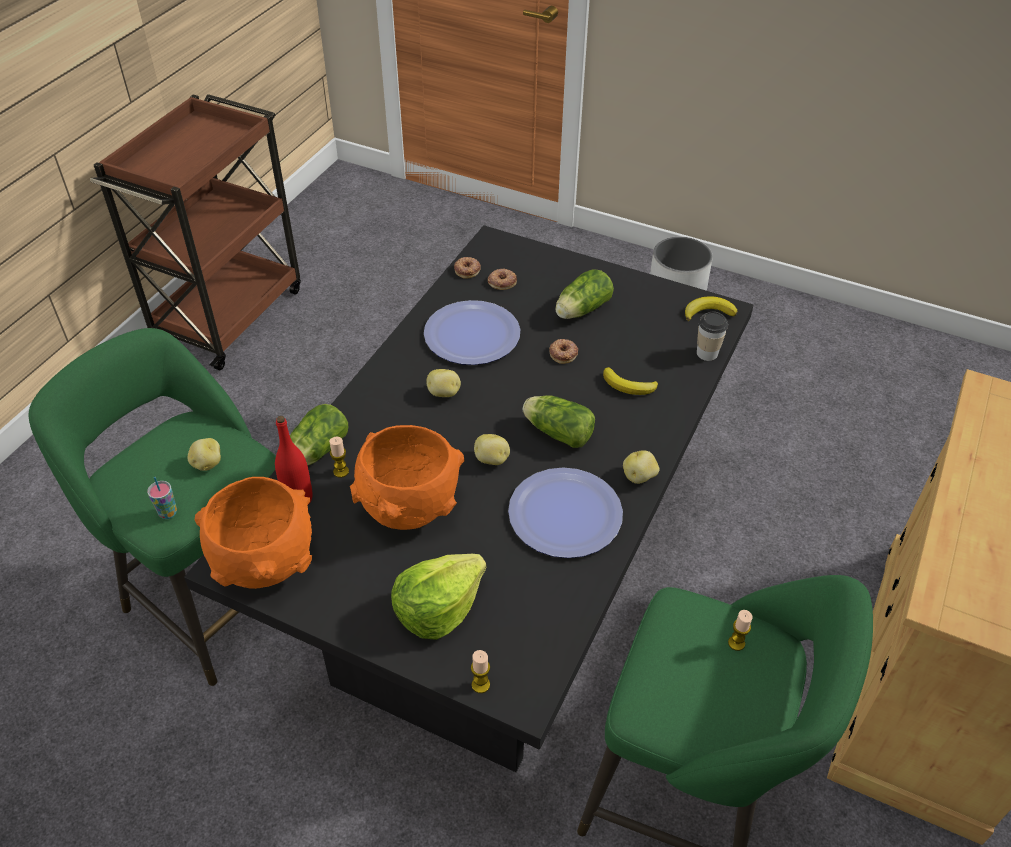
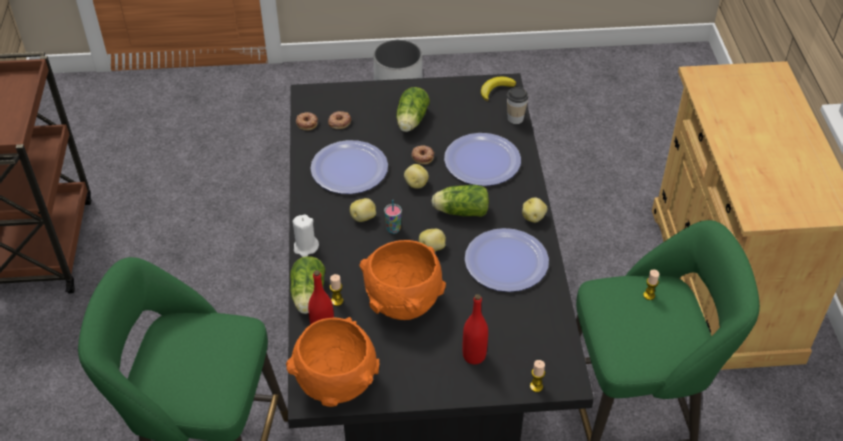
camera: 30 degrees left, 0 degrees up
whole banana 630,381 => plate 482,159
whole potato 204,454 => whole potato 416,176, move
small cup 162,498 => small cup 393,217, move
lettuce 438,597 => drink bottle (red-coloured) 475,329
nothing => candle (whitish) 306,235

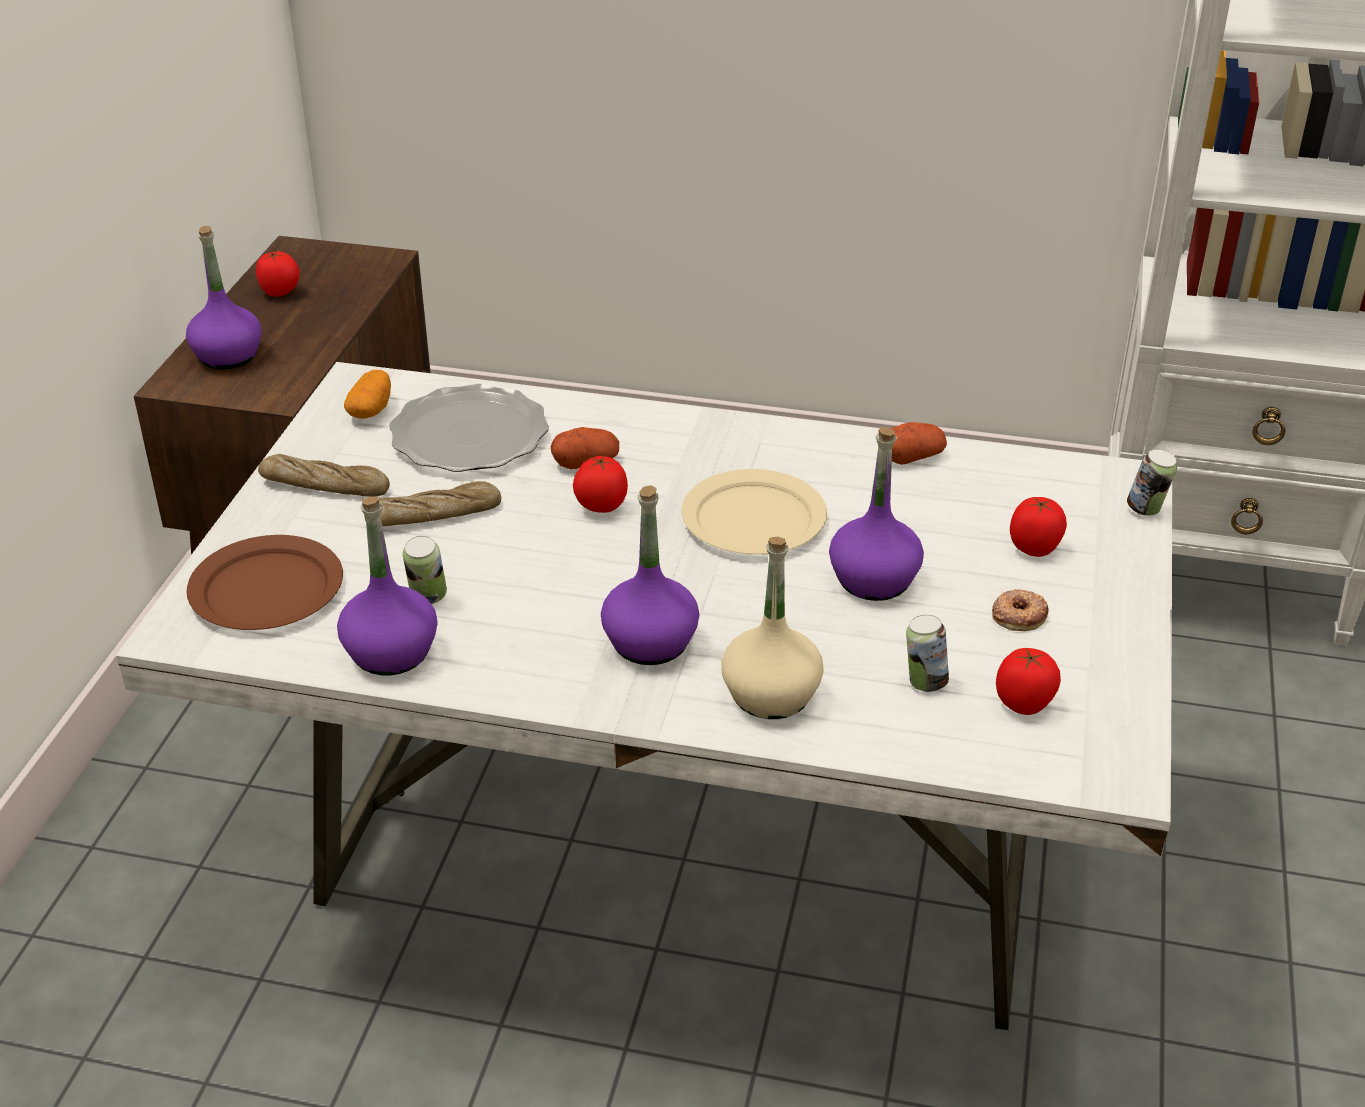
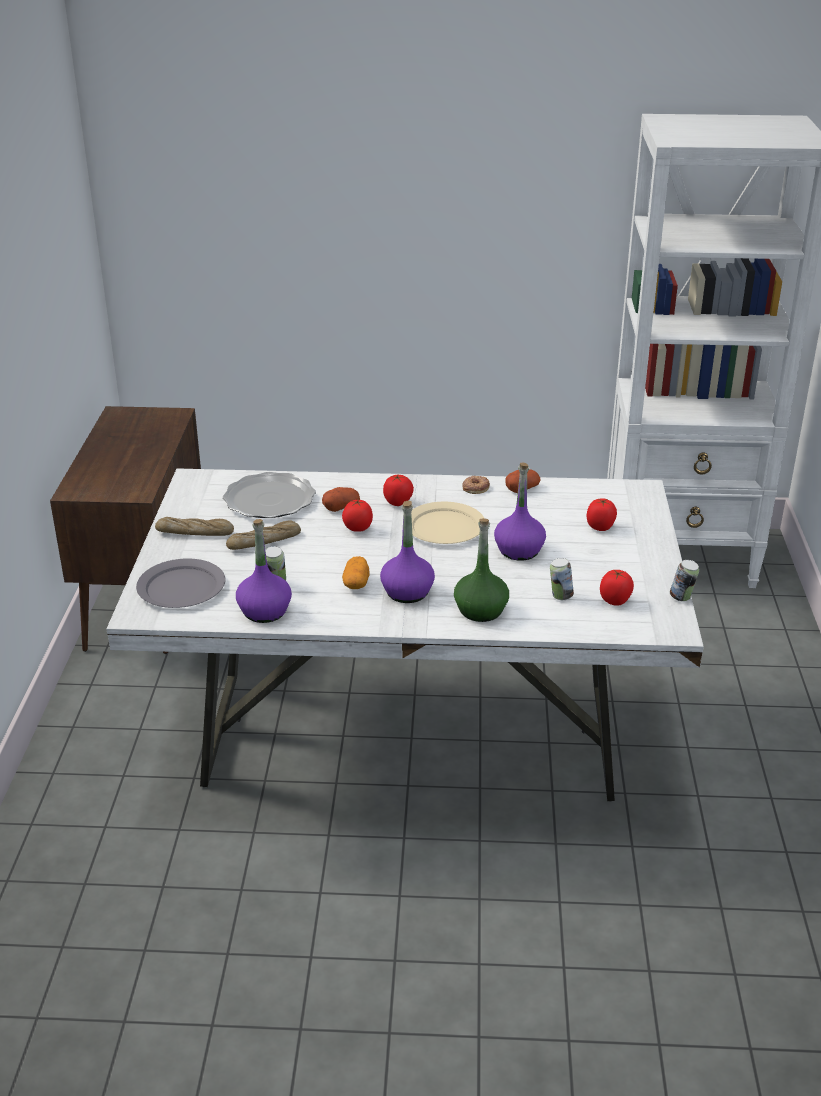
camera: 10 degrees left, 5 degrees down
drink bottle (purple) 223,298 => nothing
whole tomato 278,274 => whole tomato 398,490, move
whole potato 367,394 => whole potato 356,572, move
metal can 1152,482 => metal can 684,580, move
plate (brownish) 265,582 => plate (greyish) 180,583
drink bottle (sand-coloured) 772,628 => drink bottle (green) 481,570
donut 1020,610 => donut 476,484, move

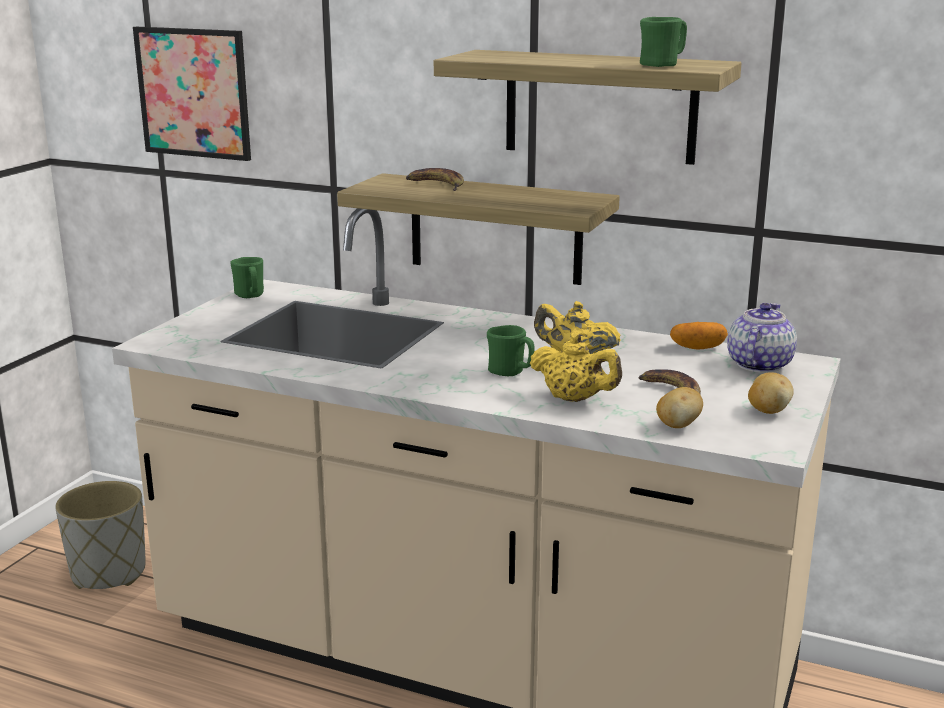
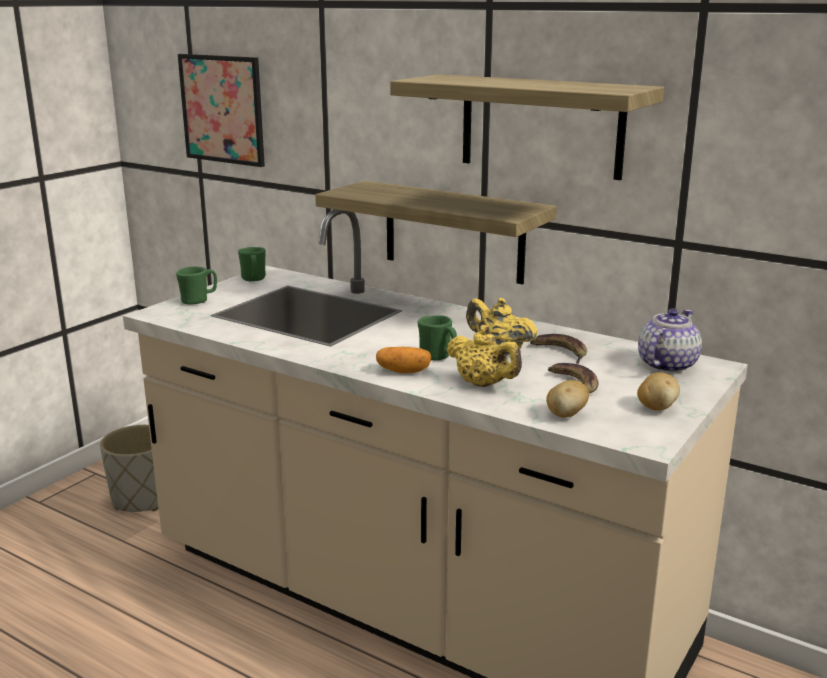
camera: 10 degrees right, 0 degrees up
mug (green) 663,42 => mug (green) 196,285, move
whole banana 435,179 => whole banana 558,349, move
whole potato 699,336 => whole potato 403,360, move

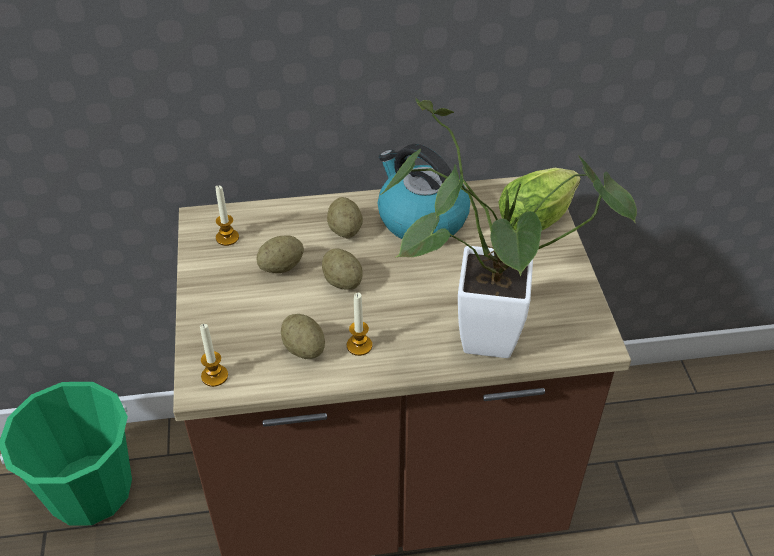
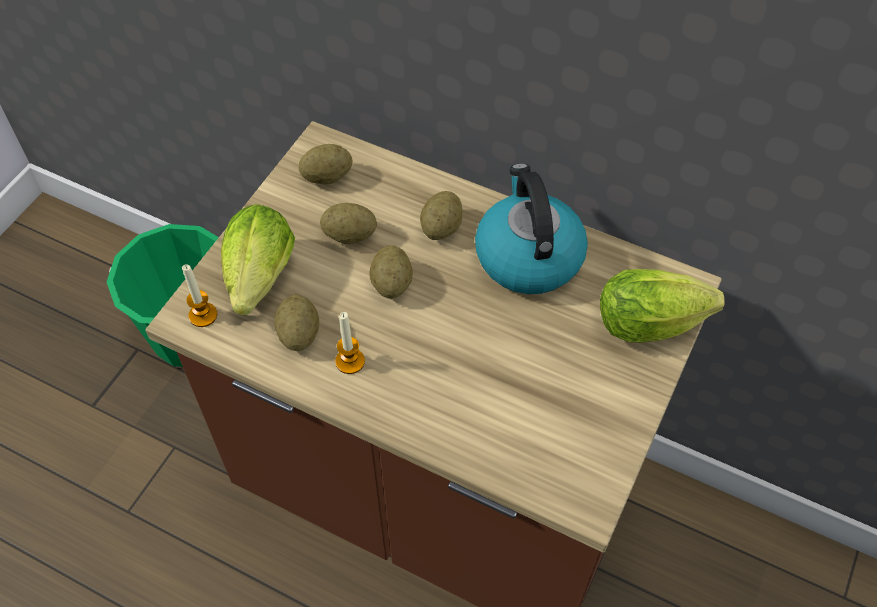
camera: 35 degrees right, 10 degrees up
plant in a pot 508,228 => nothing
candle 227,215 => whole potato 325,164
nothing => lettuce 258,259

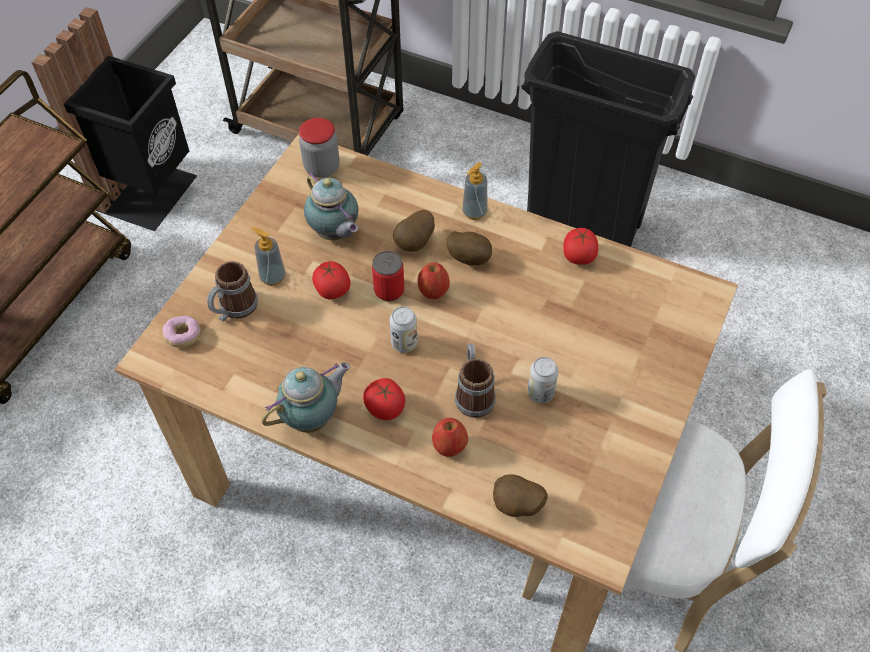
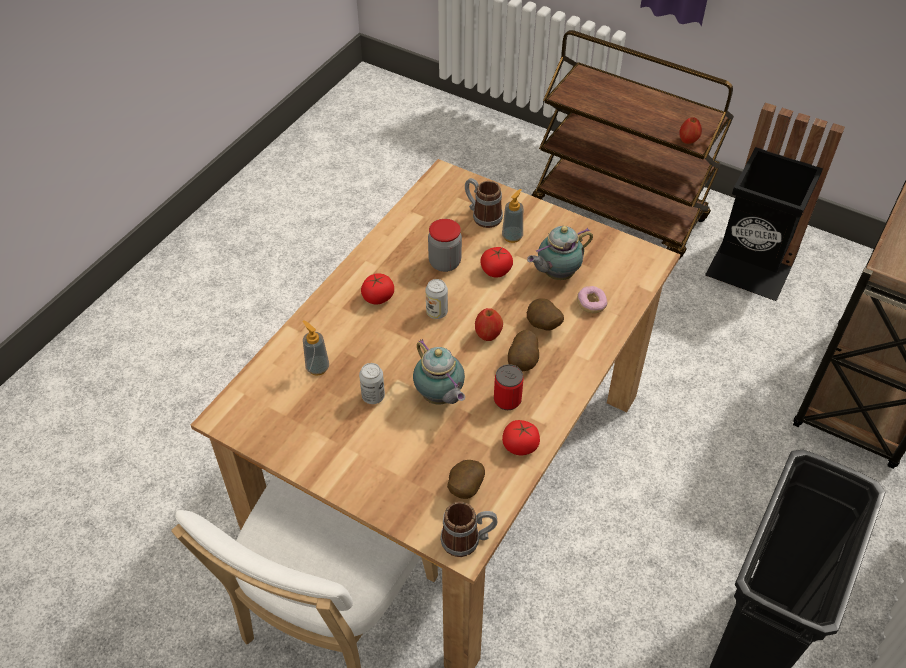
camera: 95 degrees right, 5 degrees down
preserve jar 319,148 => preserve jar 445,245, move
liquid soap bottle 475,191 => liquid soap bottle 315,348, move
metal can 388,276 => metal can 509,387, move
donut 181,332 => donut 592,300, move
mug 475,380 => mug 468,529, move
tea pot 306,397 => tea pot 439,372, move
whole apple 450,437 => whole apple 691,130, move
whole potato 520,495 => whole potato 466,479, move

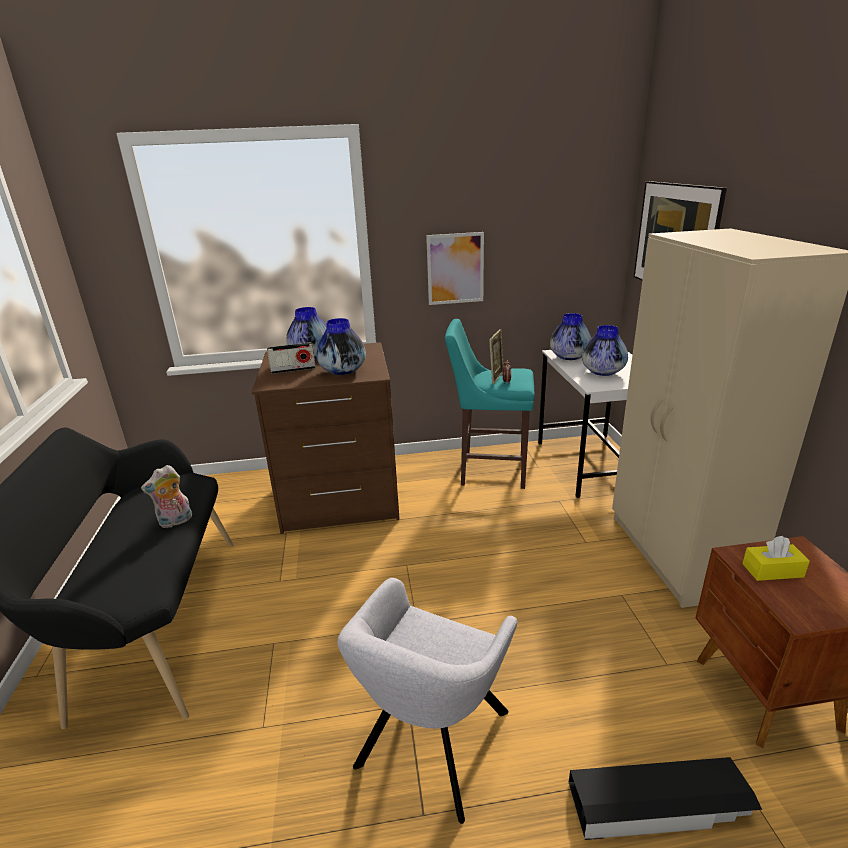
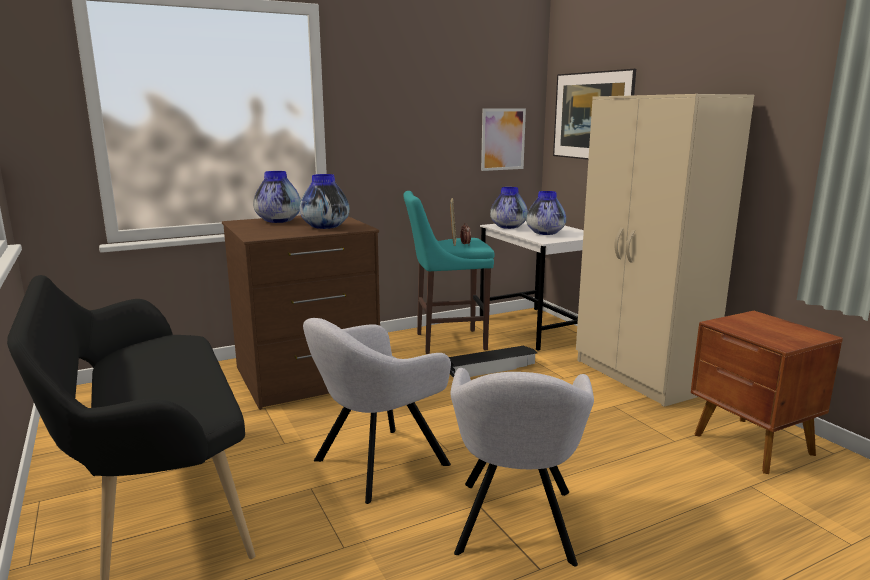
camera: 20 degrees left, 10 degrees down
picture 455,268 => picture 503,139, move
radio 291,358 => nothing
soft toy 166,496 => nothing
tissue box (yellow-coloured) 776,558 => nothing
storage bin (black) 665,798 => storage bin (black) 493,362, move
nothing => lounge chair (greyish) 377,411

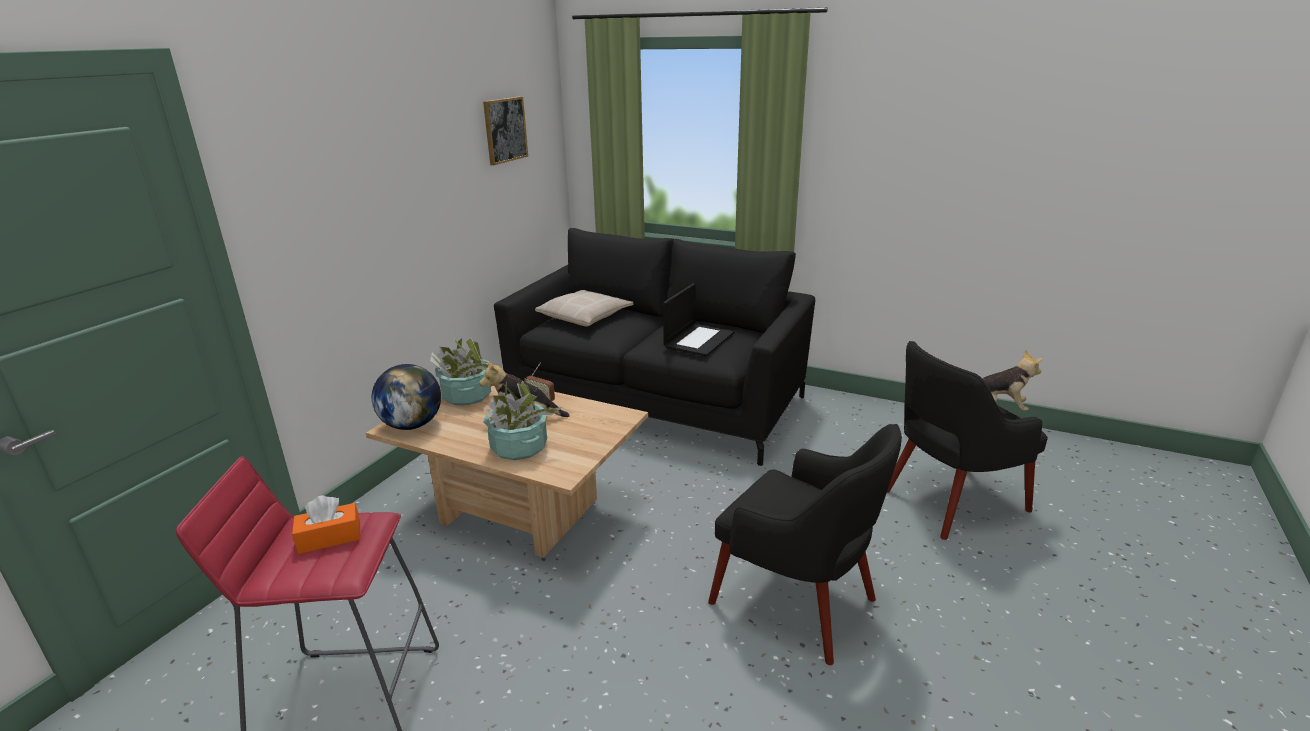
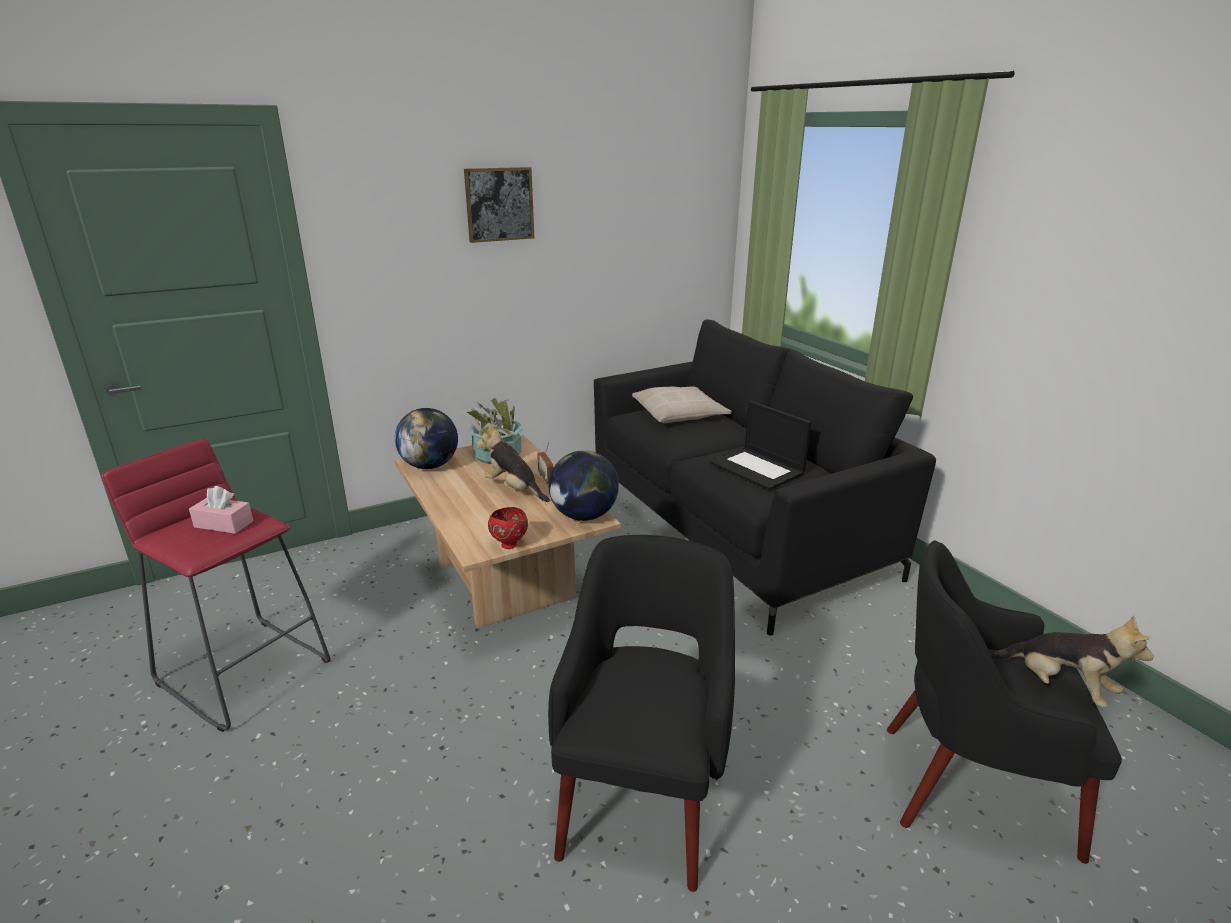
camera: 35 degrees right, 0 degrees up
picture 505,130 => picture 499,205, move
portable computer 698,320 => portable computer 760,445, 75 degrees clockwise
plant in a pot 521,420 => nothing
lounge chair (black) 805,544 => lounge chair (black) 641,713, 150 degrees counterclockwise
tissue box (orange) 326,525 => tissue box (pinkish) 221,510
nothing => globe 584,485
nothing => serving bowl (red-coloured) 508,528

